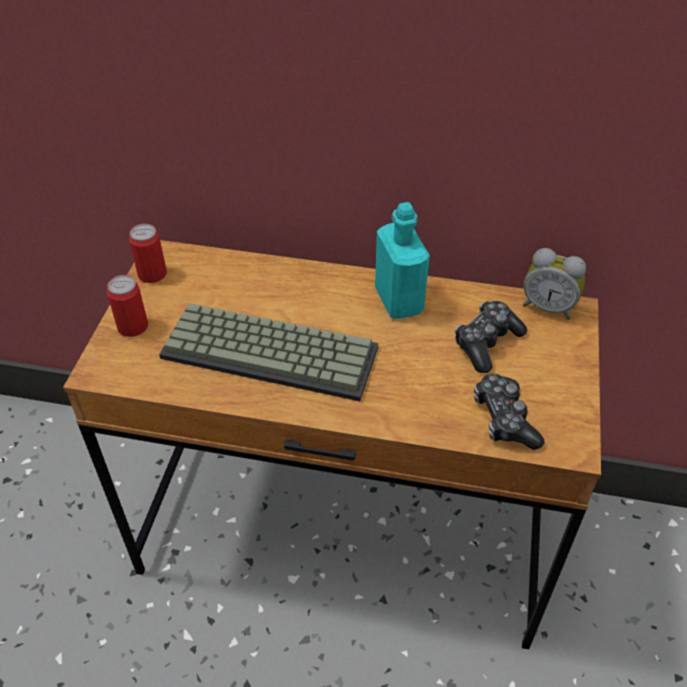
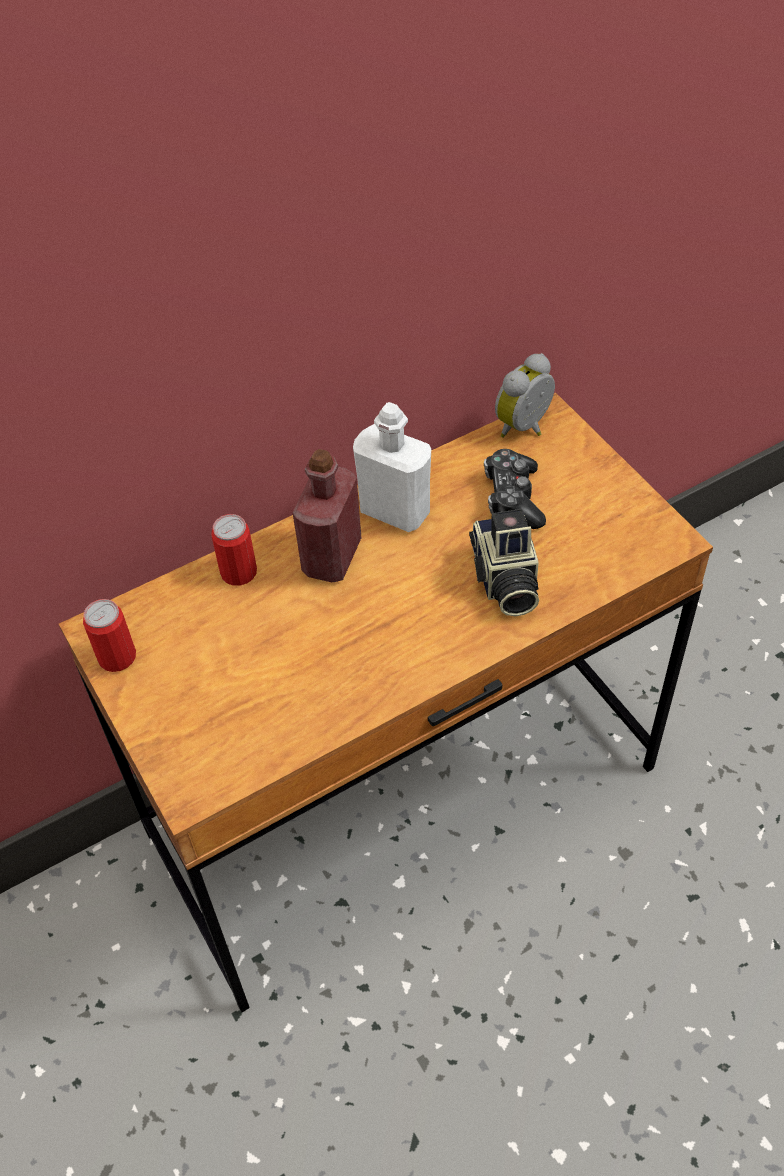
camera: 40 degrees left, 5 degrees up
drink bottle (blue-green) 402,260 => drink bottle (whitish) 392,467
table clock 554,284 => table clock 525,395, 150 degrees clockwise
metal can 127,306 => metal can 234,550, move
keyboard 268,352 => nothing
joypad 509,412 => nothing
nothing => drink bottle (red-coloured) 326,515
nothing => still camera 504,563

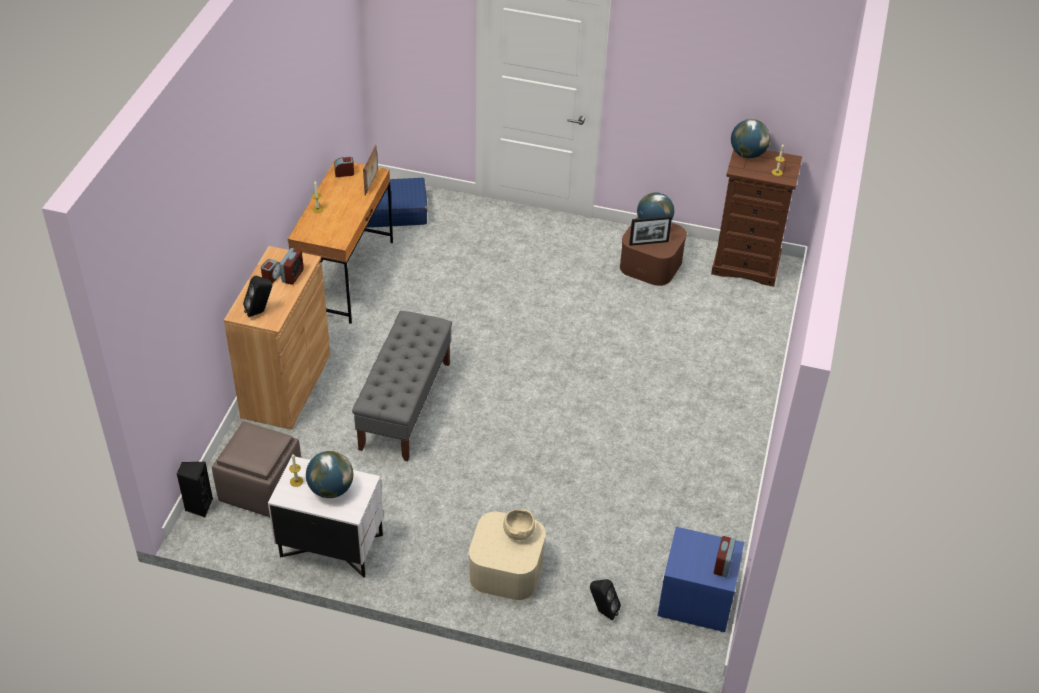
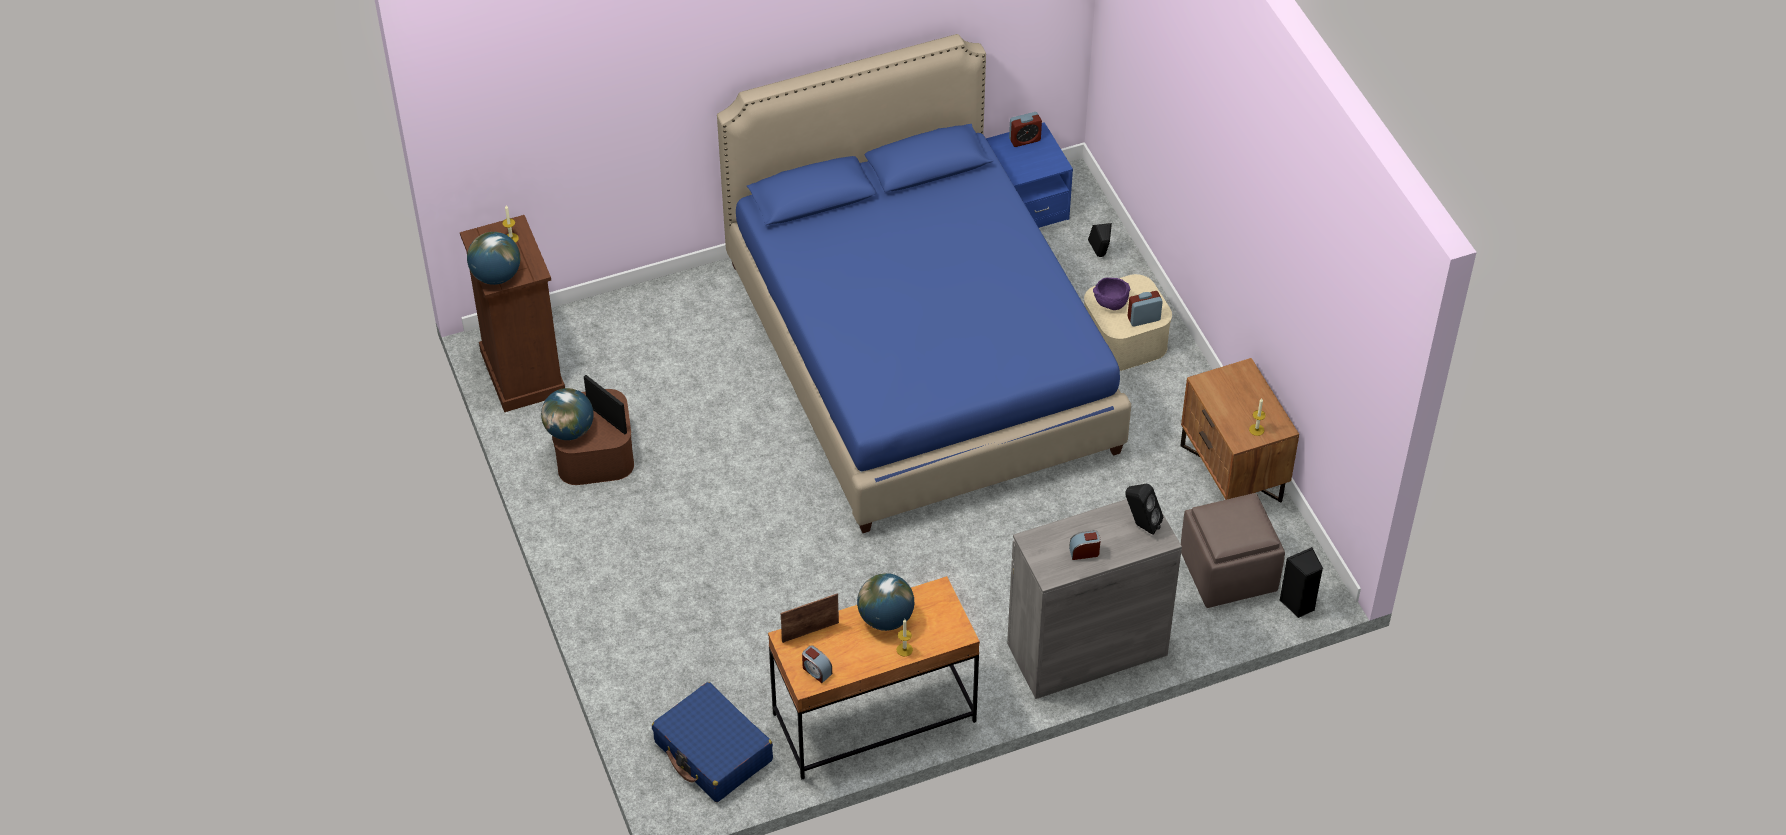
camera: 125 degrees left, 5 degrees up
cabinet (brownish) 277,338 => cabinet (greyish) 1094,599
table clock 292,266 => table clock 1145,309, move
bench (greyish) 402,386 => nothing
globe 329,474 => globe 885,602, move
bedside table (whitish) 325,517 => bedside table (brownish) 1239,430
serving bowl (sand-coloured) 519,524 => serving bowl (purple) 1111,294
nothing => bed (blue-coloured) 924,283

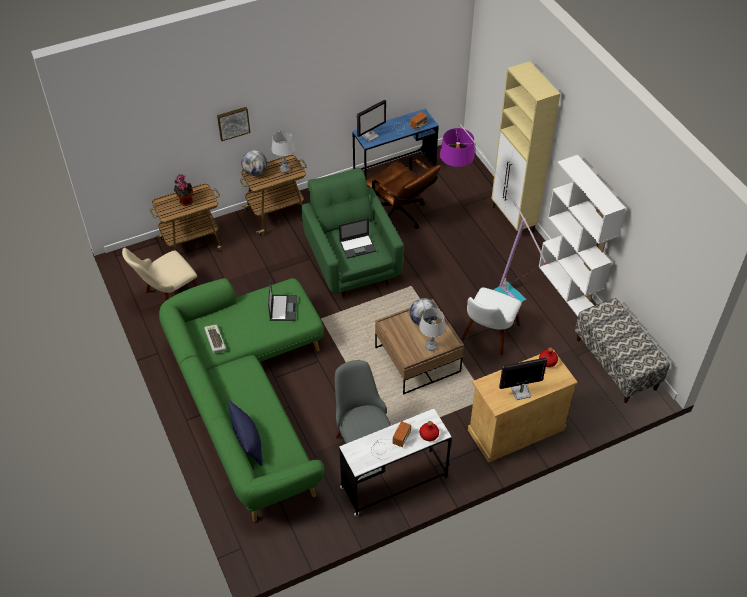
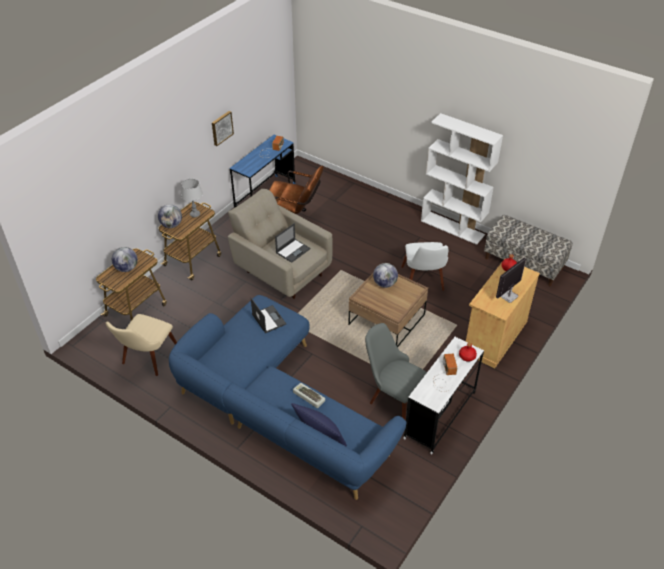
camera: 30 degrees left, 5 degrees down
cabinet (sand-coloured) 525,148 => nothing
monitor 371,120 => nothing
picture 233,124 => picture 223,128, move
floor lamp 493,212 => nothing
lounge chair (green) 352,232 => lounge chair (sand-coloured) 280,244
plant in a pot 183,190 => globe 125,259
settee (green) 242,400 => settee (blue-coloured) 288,397
lamp for a table (greyish) 432,329 => nothing
keyboard 215,339 => keyboard 309,395, move

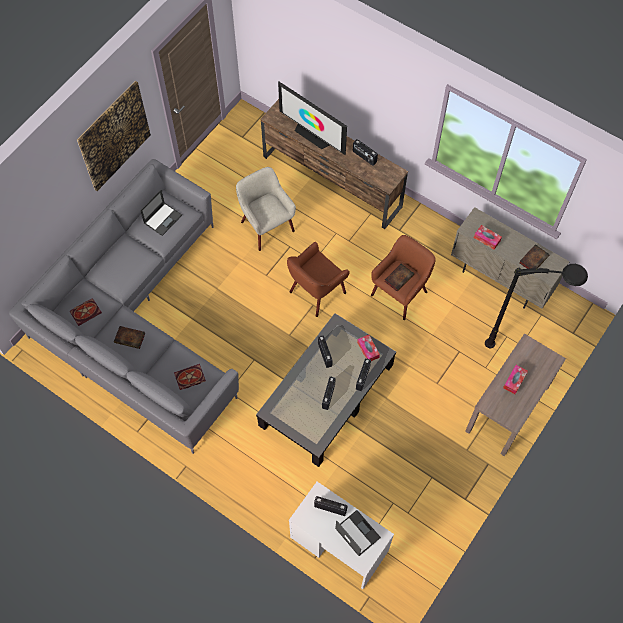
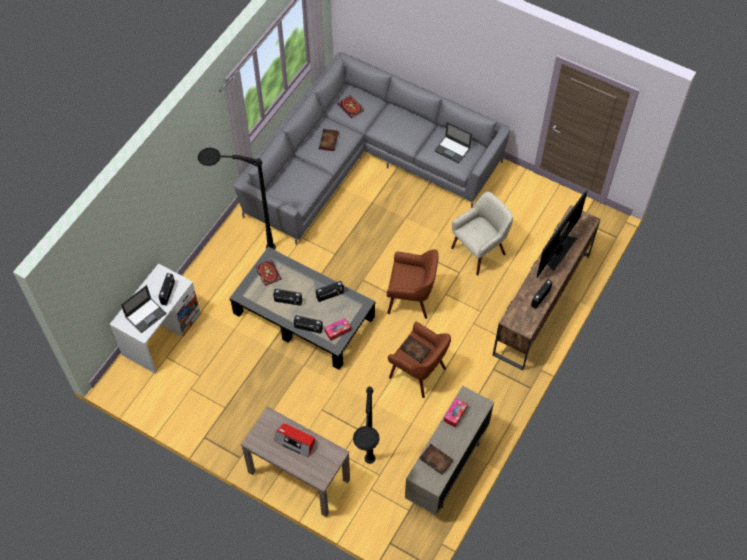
camera: 85 degrees right, 5 degrees down
picture 114,136 => nothing
lounge chair (brownish) 318,279 => lounge chair (brownish) 413,284, 150 degrees clockwise
book 190,377 => book 268,273, move
tissue box 515,379 => radio 294,440
nothing => floor lamp (black) 237,199

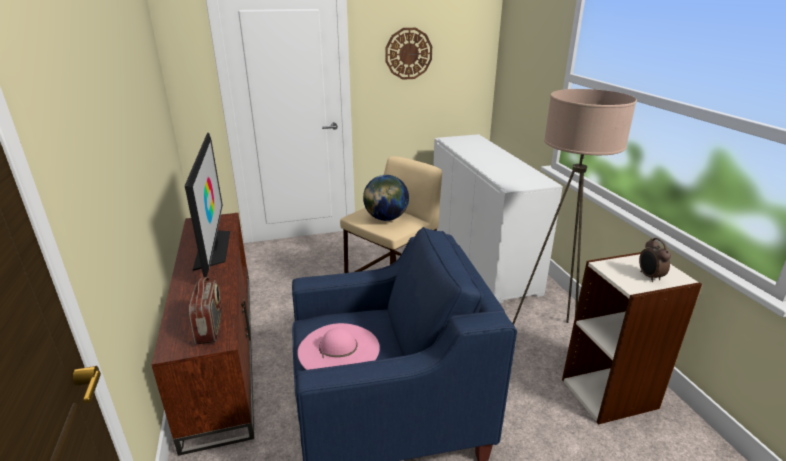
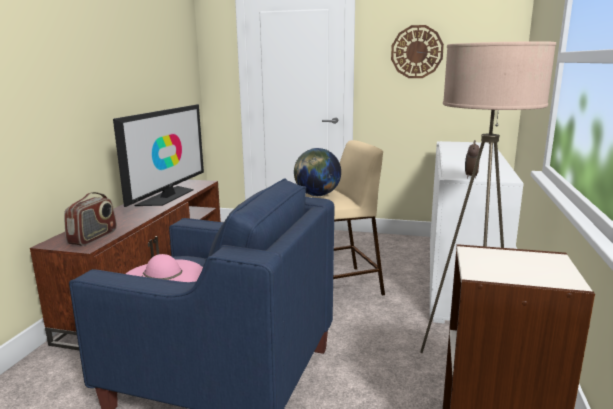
camera: 30 degrees right, 10 degrees down
table clock 655,260 => table clock 472,159, move

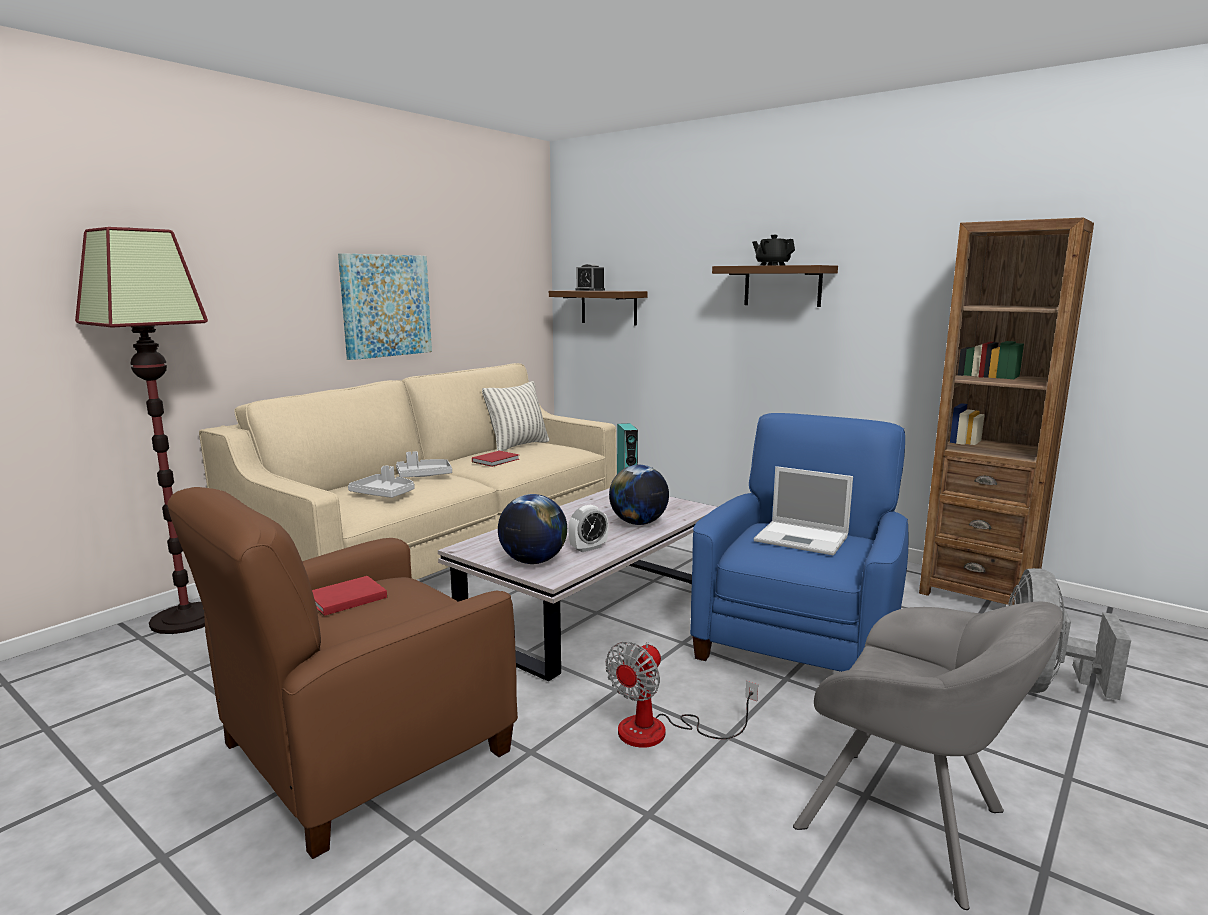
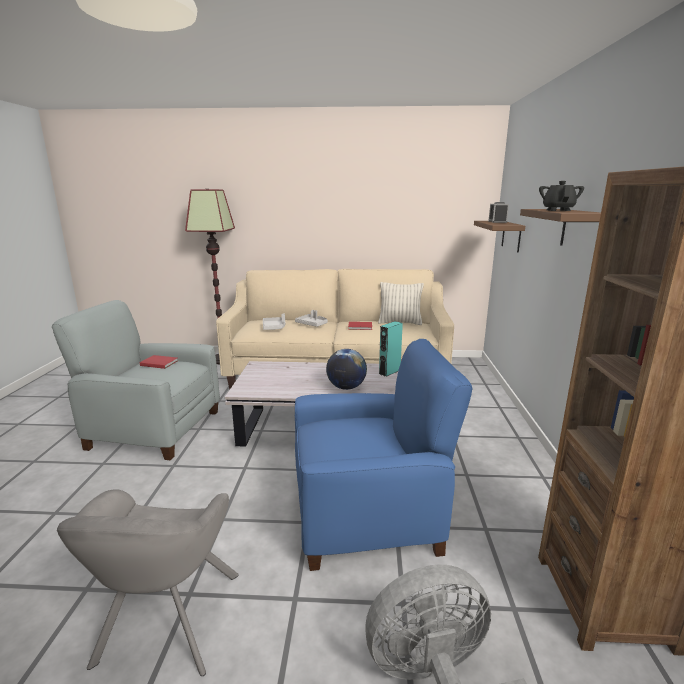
camera: 55 degrees right, 5 degrees up
picture 385,306 => nothing
portable computer 803,511 => nothing
lounge chair (brownish) 342,673 => lounge chair (greyish) 136,380
globe 532,529 => nothing
table clock 588,528 => nothing
cooling fan 682,695 => nothing

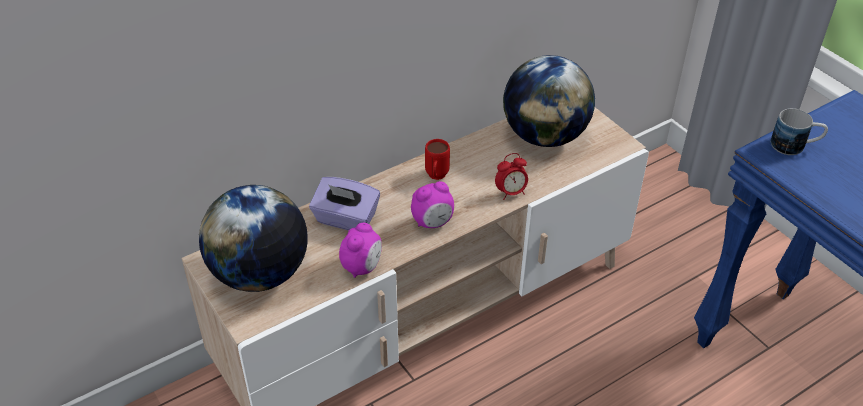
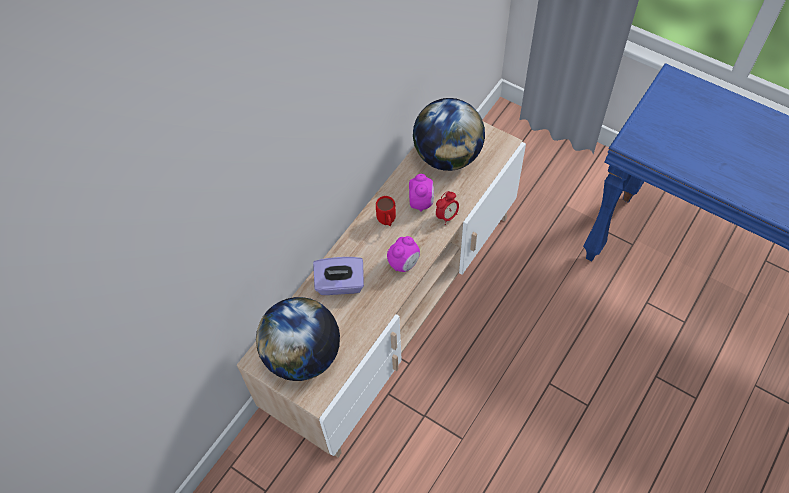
camera: 20 degrees left, 15 degrees up
mug 799,131 => nothing
table clock 360,250 => table clock 421,193, move

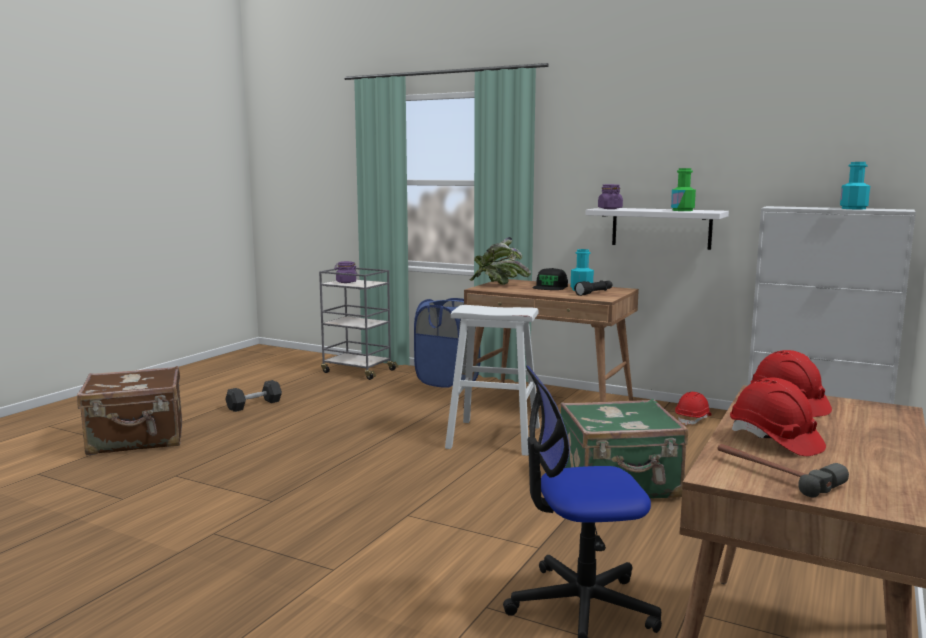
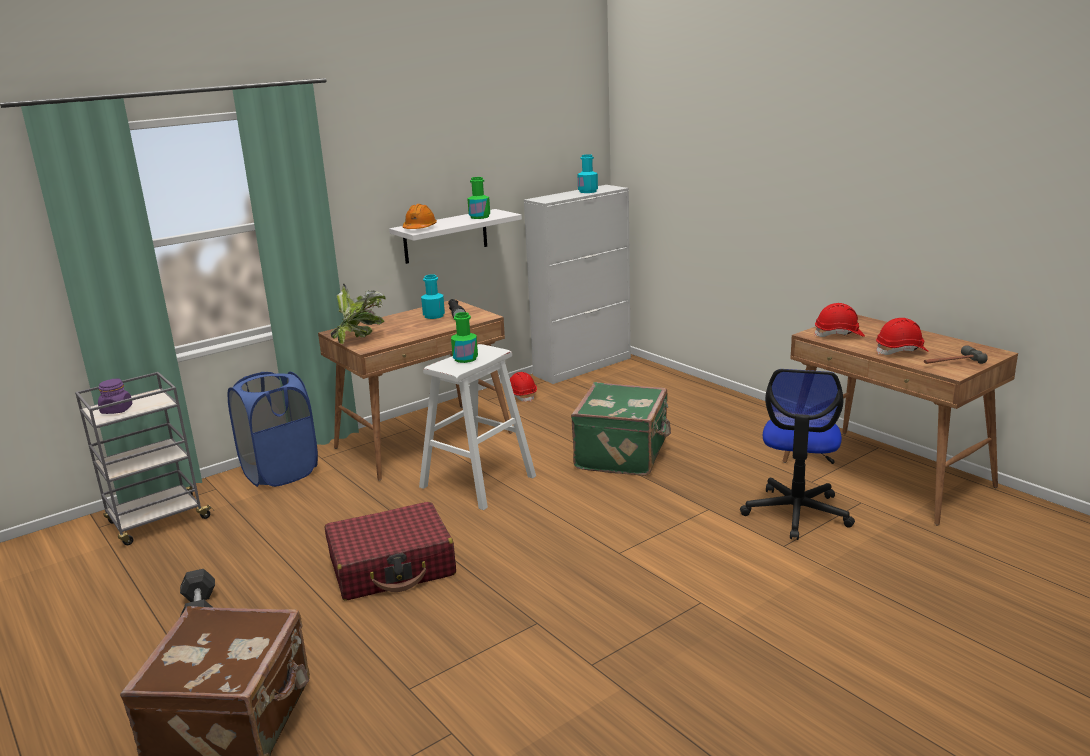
camera: 65 degrees left, 10 degrees up
preserve jar (purple) 610,196 => safety helmet (orange) 420,216
baseball cap (black) 550,279 => nothing
nothing => drink bottle (green) 464,337
nothing => suitcase (red-coloured) 390,551

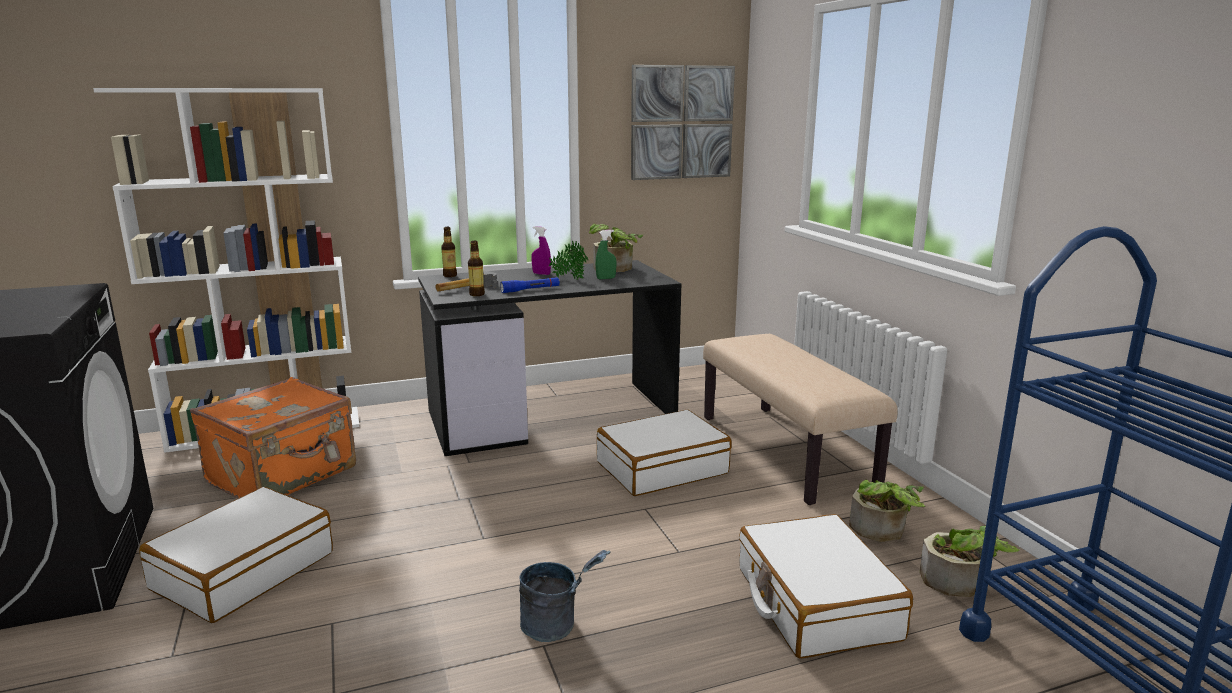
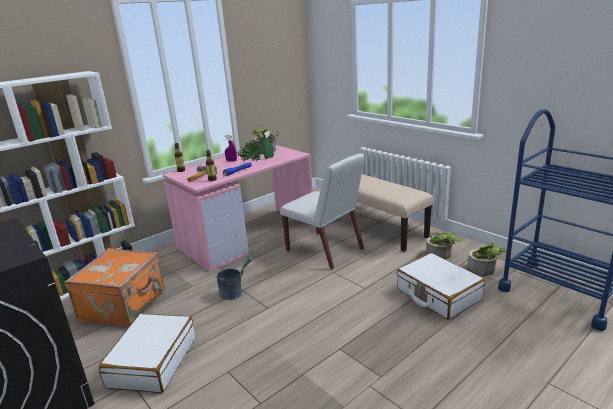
camera: 20 degrees left, 5 degrees up
picture 683,122 => nothing
desk table (black) 549,358 => desk table (pinkish) 237,208
suitcase (whitish) 664,453 => chair (whitish) 322,211
water bucket (greyish) 564,596 => water bucket (greyish) 235,278, move

